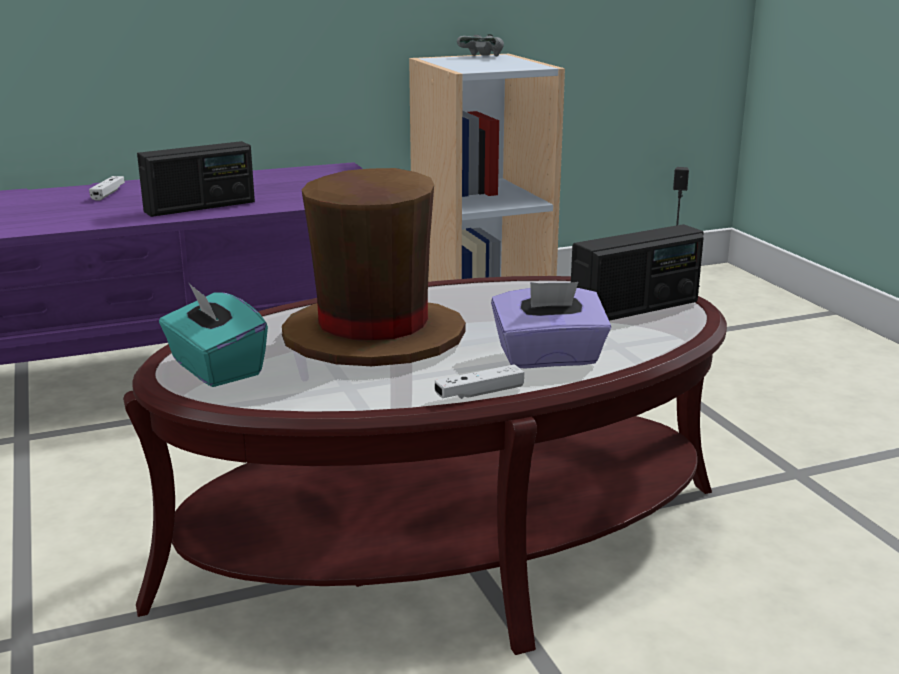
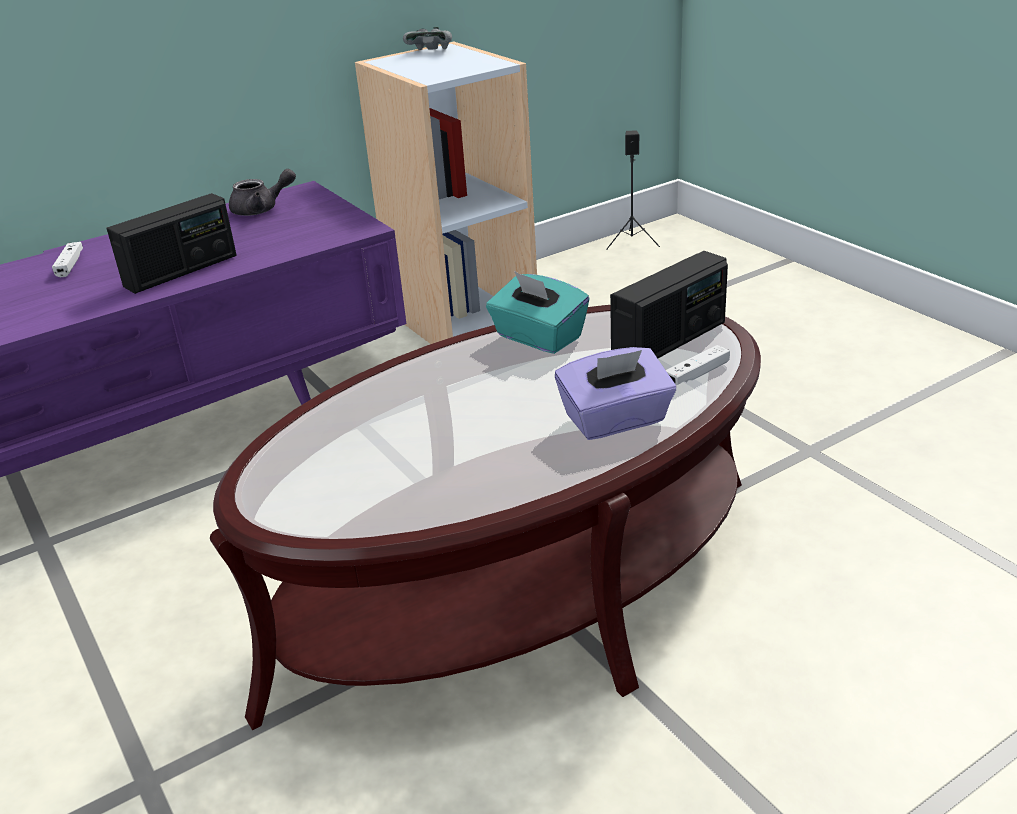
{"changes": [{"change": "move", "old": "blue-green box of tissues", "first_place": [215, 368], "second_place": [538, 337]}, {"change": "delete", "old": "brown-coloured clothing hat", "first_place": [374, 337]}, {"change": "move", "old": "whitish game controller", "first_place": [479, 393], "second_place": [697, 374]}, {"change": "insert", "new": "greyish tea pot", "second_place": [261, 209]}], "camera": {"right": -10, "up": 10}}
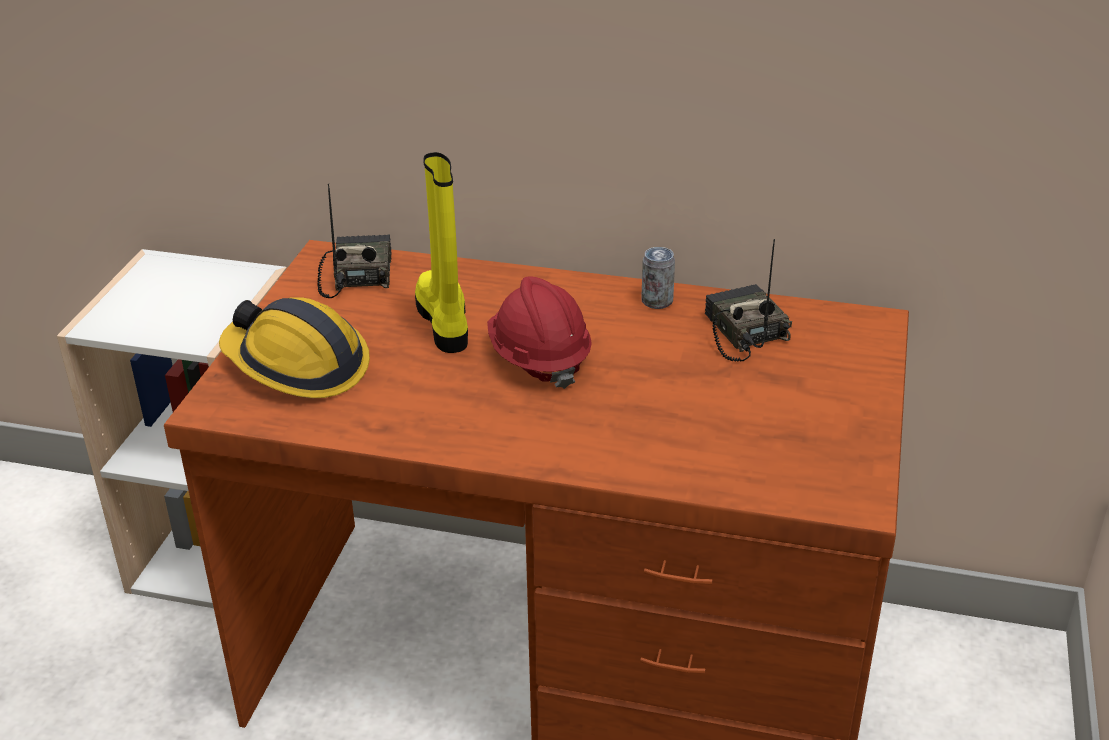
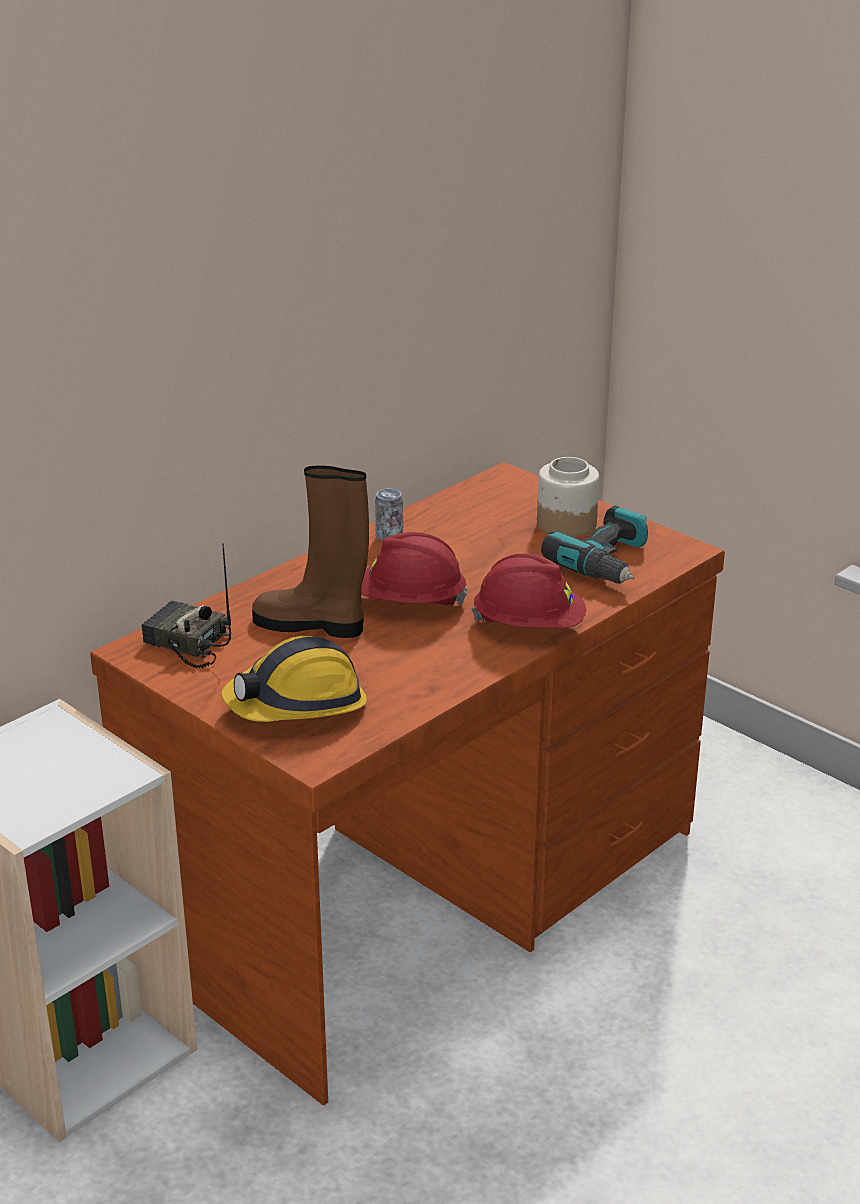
{"changes": [{"change": "recolor", "old": "yellow boot", "new": "brown-coloured boot", "first_place": [445, 322], "second_place": [312, 625]}, {"change": "delete", "old": "radio", "first_place": [742, 332]}, {"change": "insert", "new": "red safety helmet", "second_place": [529, 626]}, {"change": "insert", "new": "storage jar", "second_place": [566, 523]}, {"change": "insert", "new": "drill", "second_place": [607, 562]}], "camera": {"right": -60, "up": -5}}
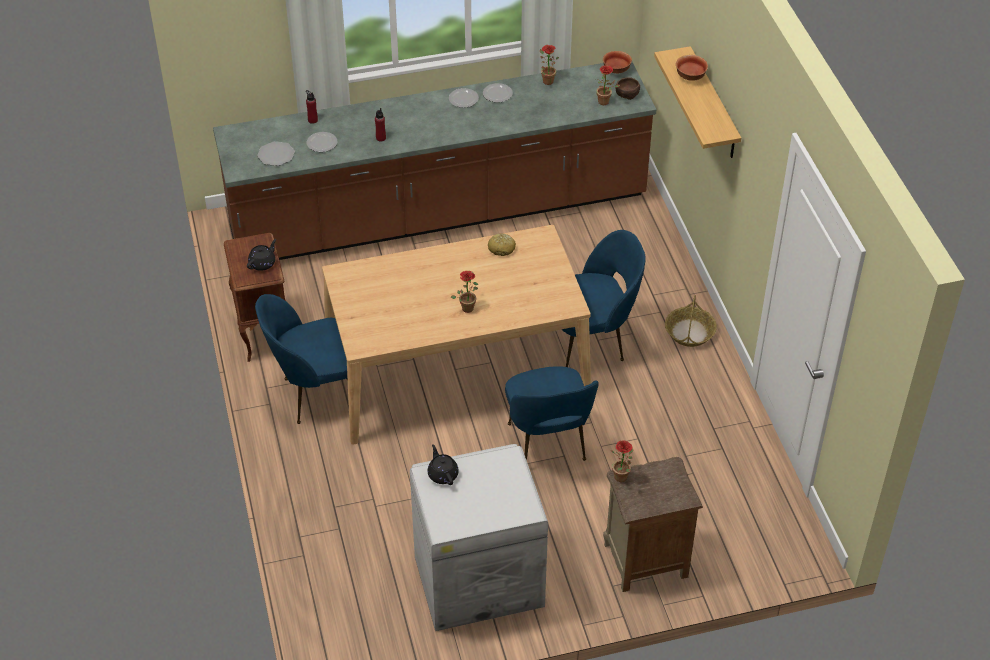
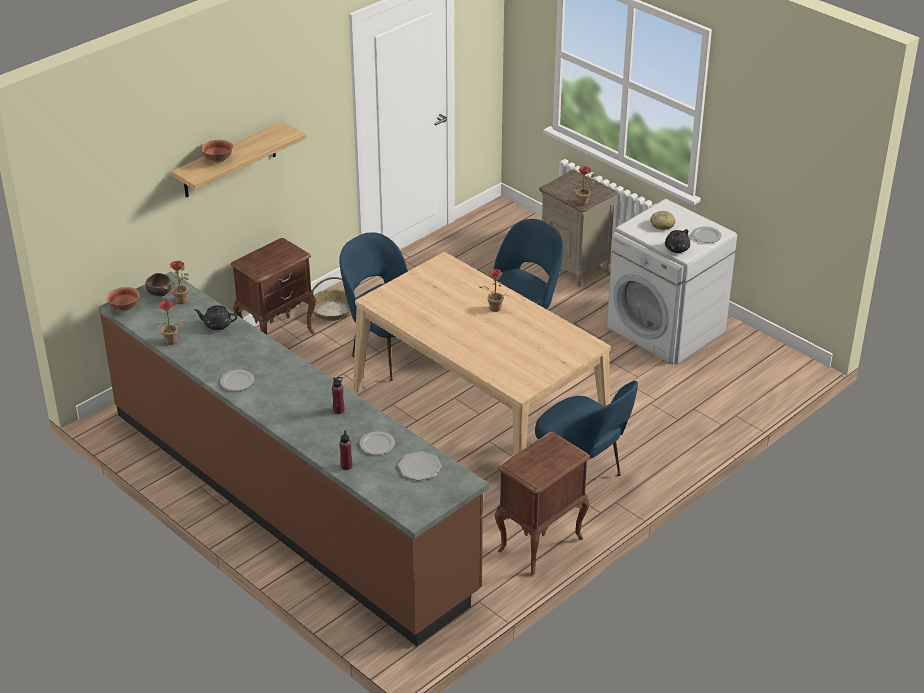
{"changes": [{"change": "move", "old": "black-coloured tea pot", "first_place": [263, 263], "second_place": [217, 324]}, {"change": "move", "old": "plate", "first_place": [498, 94], "second_place": [705, 236]}, {"change": "move", "old": "bakery bread", "first_place": [501, 248], "second_place": [662, 224]}, {"change": "insert", "new": "brown-coloured nightstand", "second_place": [277, 338]}], "camera": {"right": -120, "up": -10}}
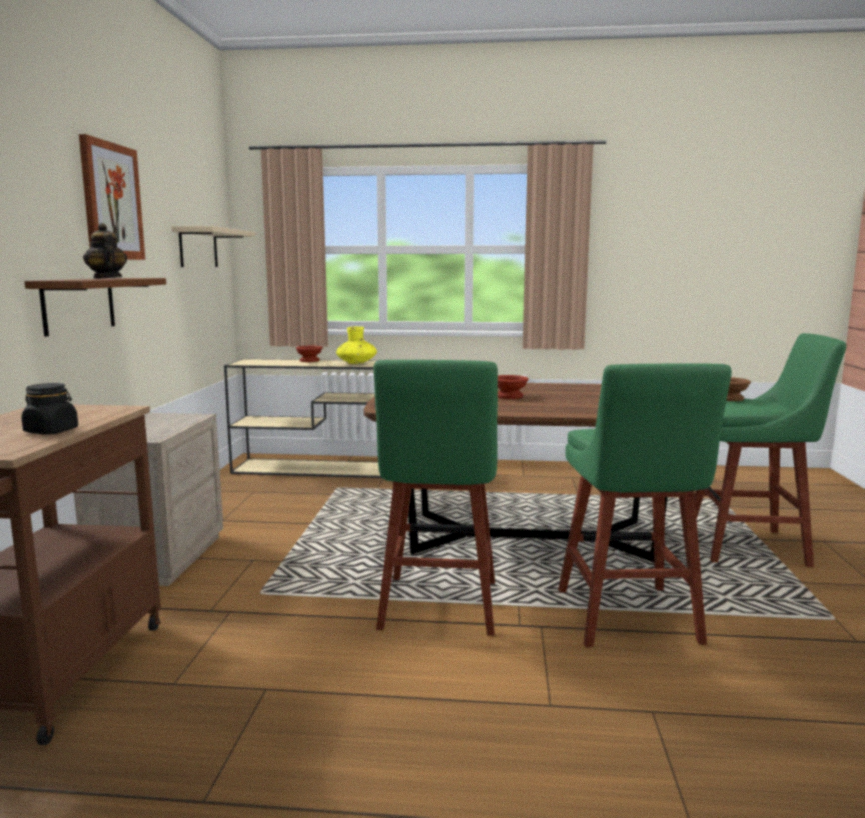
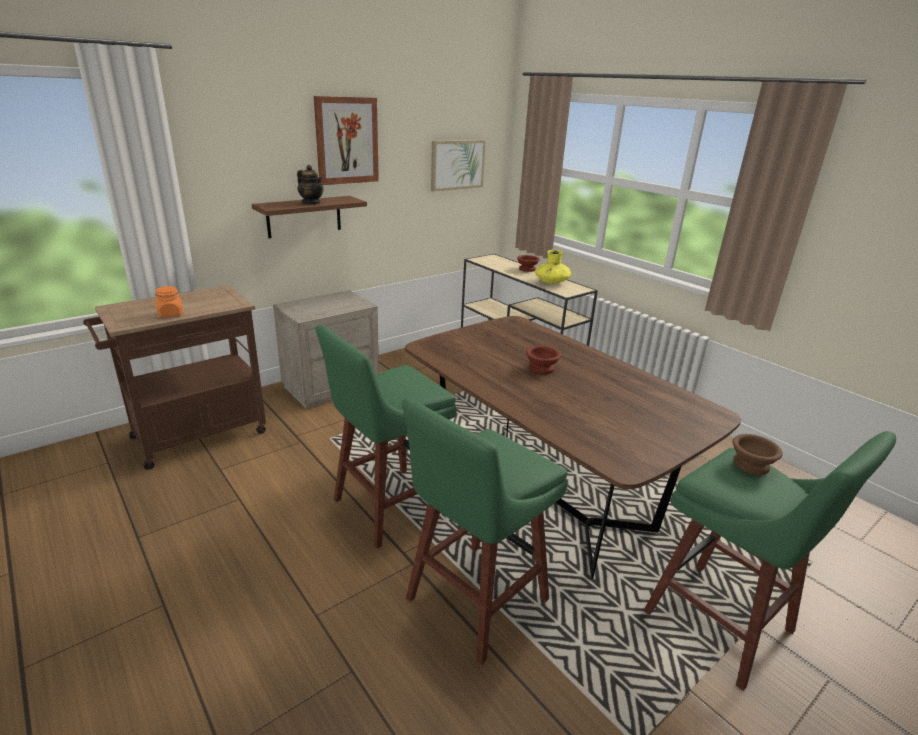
{"changes": [{"change": "recolor", "old": "black-coloured storage jar", "new": "orange storage jar", "first_place": [51, 431], "second_place": [171, 314]}, {"change": "rotate", "old": "tea pot", "first_place": [107, 278], "second_place": [311, 203], "degrees": 120}, {"change": "replace", "old": "sand-coloured bracket shelf", "new": "picture", "first_place": [198, 248], "second_place": [457, 164]}], "camera": {"right": 45, "up": 15}}
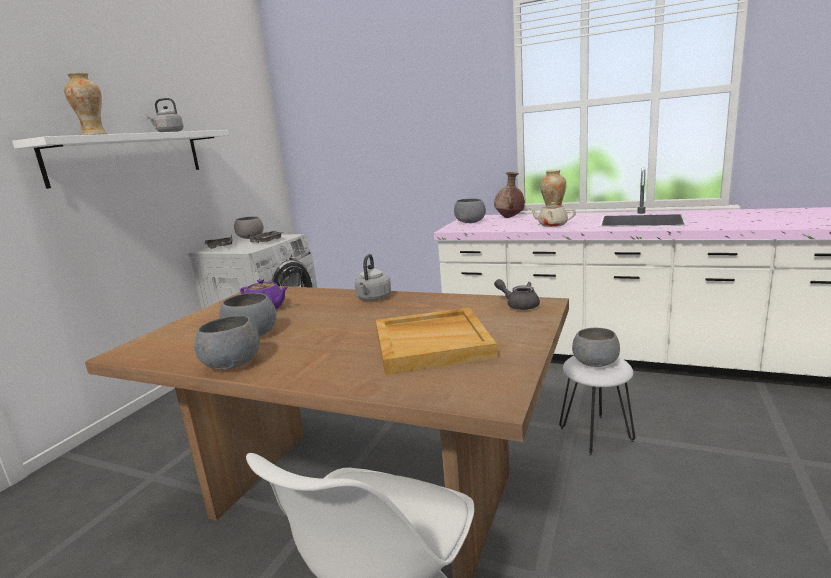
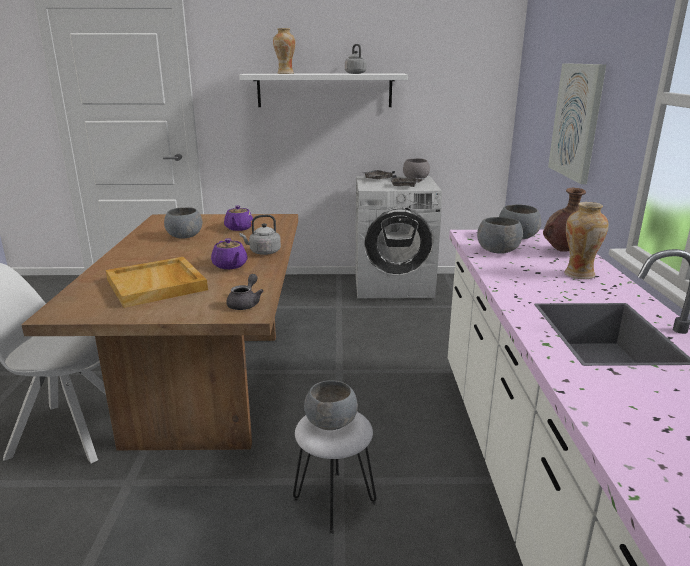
{"changes": [{"change": "move", "old": "greyish bowl", "first_place": [232, 364], "second_place": [498, 251]}, {"change": "delete", "old": "sand-coloured tea pot", "first_place": [552, 225]}, {"change": "insert", "new": "purple-coloured tea pot", "second_place": [230, 266]}, {"change": "insert", "new": "picture", "second_place": [577, 121]}], "camera": {"right": 65, "up": 5}}
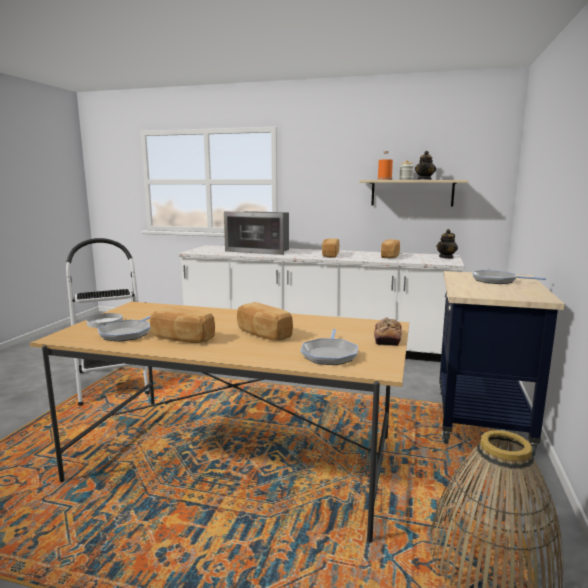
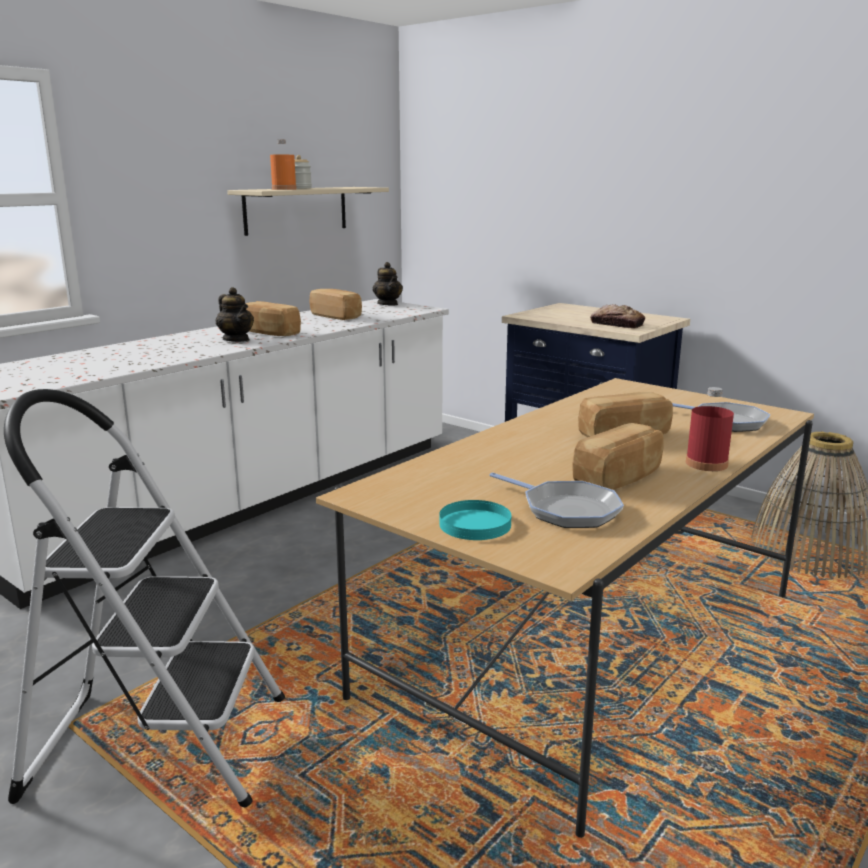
{"changes": [{"change": "recolor", "old": "whitish plate", "new": "blue-green plate", "first_place": [105, 322], "second_place": [474, 524]}, {"change": "delete", "old": "kitchen microwave", "first_place": [260, 250]}, {"change": "move", "old": "bakery bread", "first_place": [387, 338], "second_place": [616, 324]}, {"change": "move", "old": "tea pot", "first_place": [425, 179], "second_place": [236, 340]}, {"change": "delete", "old": "frying pan", "first_place": [497, 280]}, {"change": "insert", "new": "red bottle", "second_place": [706, 464]}], "camera": {"right": -65, "up": 5}}
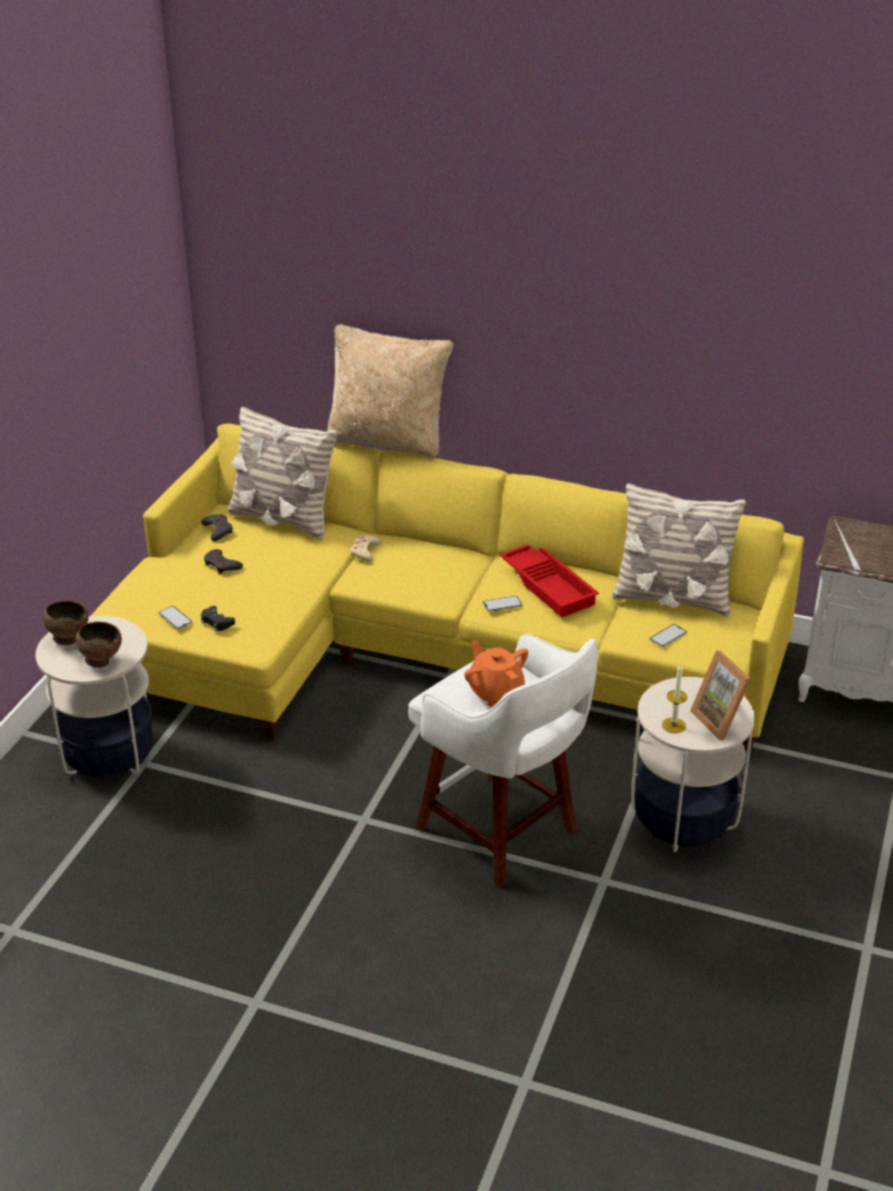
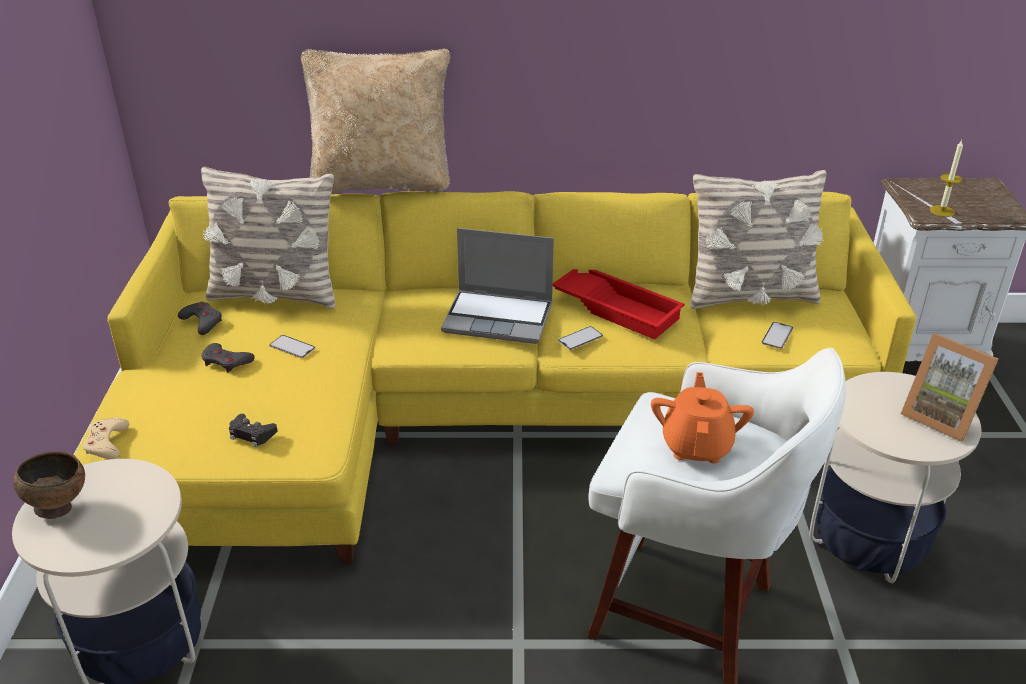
{"changes": [{"change": "delete", "old": "brown-coloured bowl", "first_place": [101, 661]}, {"change": "move", "old": "handset", "first_place": [175, 618], "second_place": [292, 347]}, {"change": "move", "old": "sand-coloured game controller", "first_place": [365, 551], "second_place": [107, 443]}, {"change": "rotate", "old": "orange tea pot", "first_place": [496, 692], "second_place": [697, 446], "degrees": 60}, {"change": "move", "old": "wax light", "first_place": [673, 725], "second_place": [942, 211]}, {"change": "insert", "new": "notebook computer", "second_place": [500, 318]}], "camera": {"right": -20, "up": 0}}
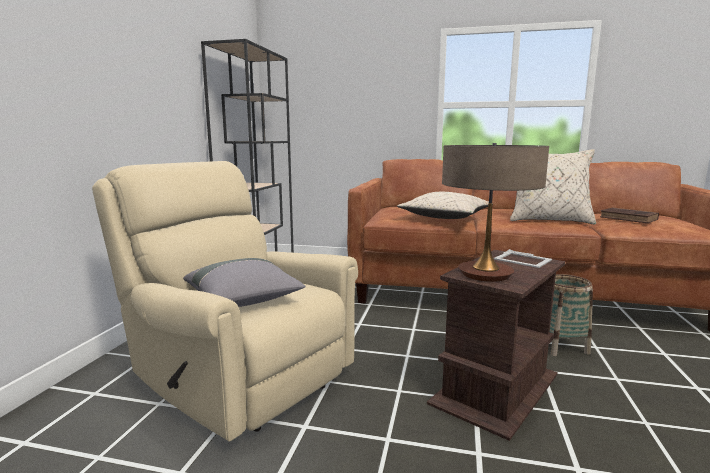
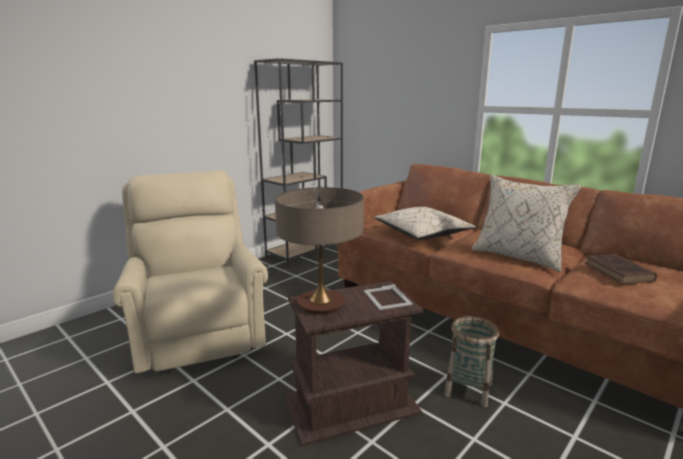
{"changes": [{"change": "delete", "old": "greyish pillow", "first_place": [244, 301]}], "camera": {"right": 30, "up": 5}}
